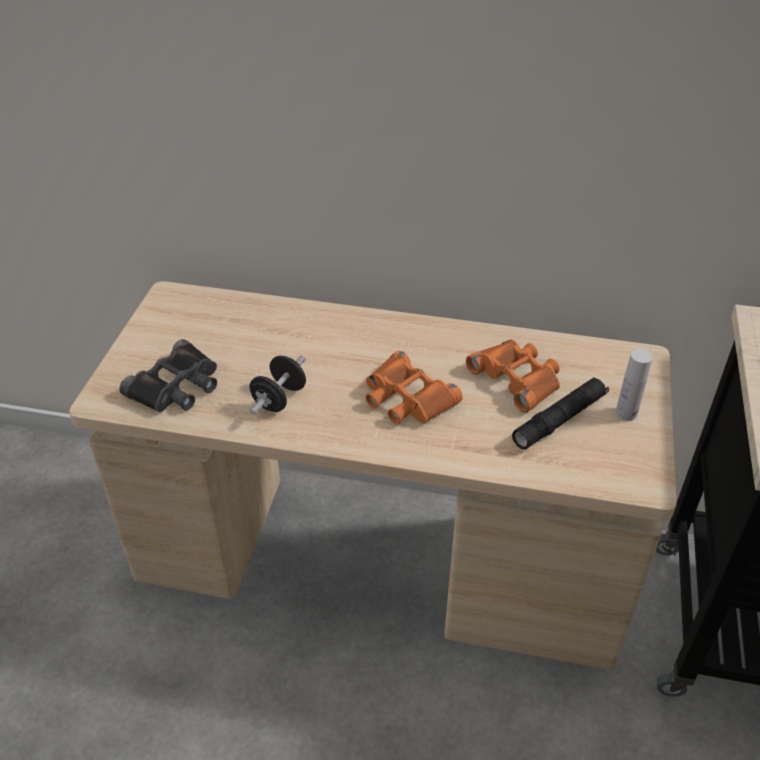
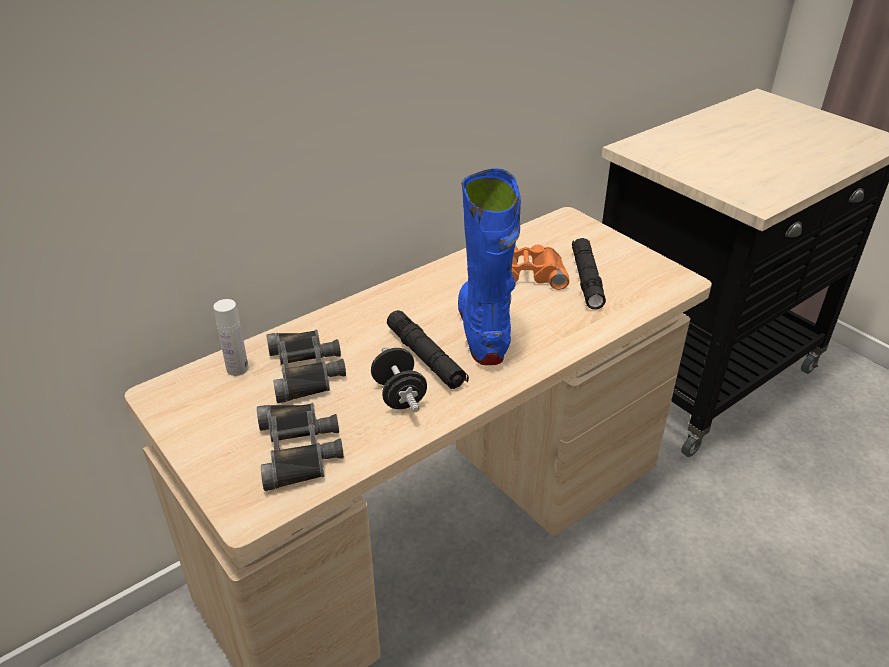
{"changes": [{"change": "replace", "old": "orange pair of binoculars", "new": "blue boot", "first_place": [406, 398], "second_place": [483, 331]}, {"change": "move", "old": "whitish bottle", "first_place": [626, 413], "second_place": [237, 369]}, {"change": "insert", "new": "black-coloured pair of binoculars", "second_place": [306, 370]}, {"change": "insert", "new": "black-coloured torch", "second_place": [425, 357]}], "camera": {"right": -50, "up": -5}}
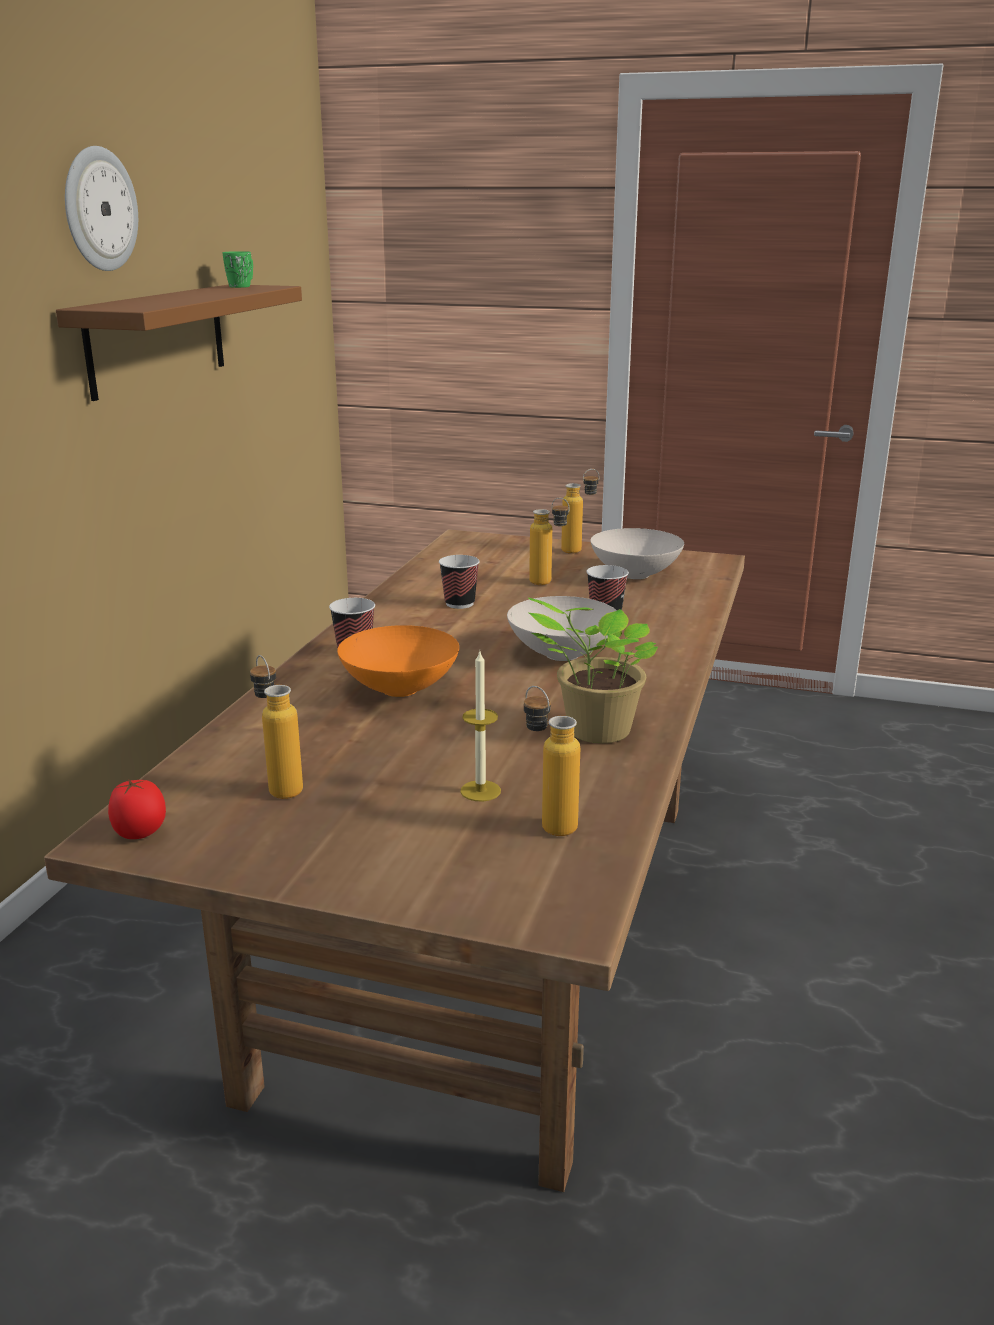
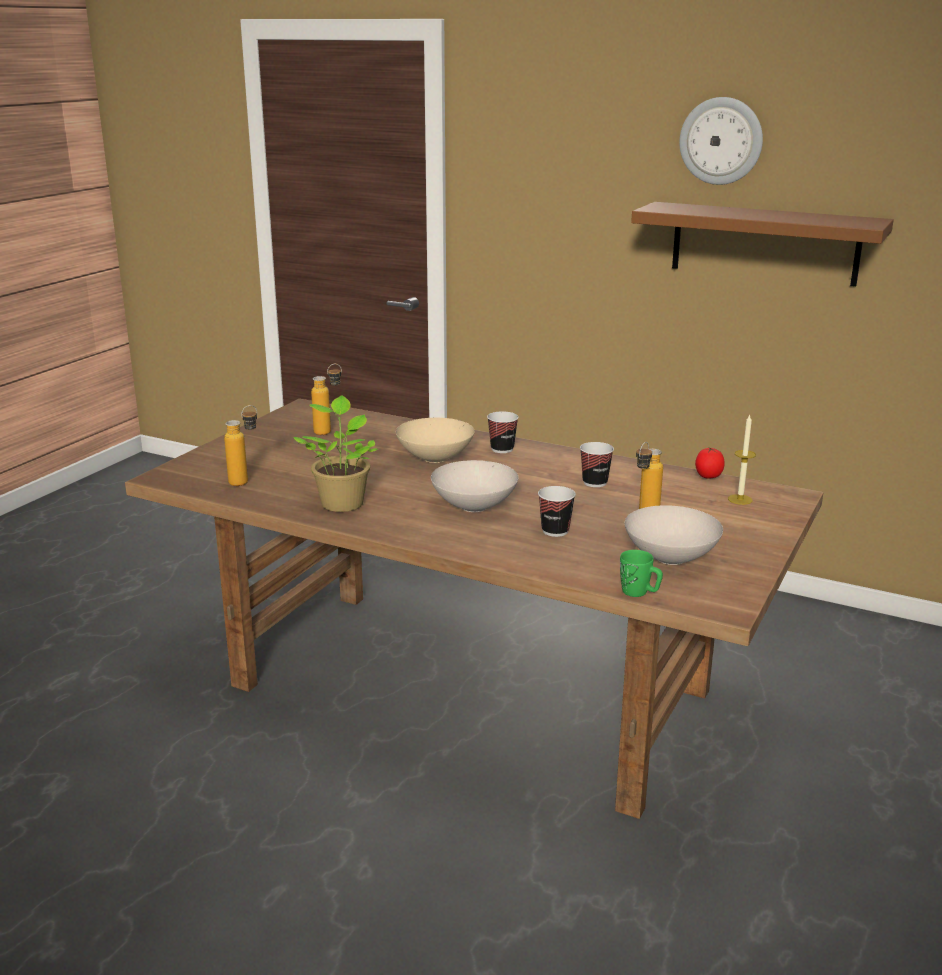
{"changes": [{"change": "move", "old": "whole tomato", "first_place": [141, 833], "second_place": [708, 477]}, {"change": "move", "old": "green mug", "first_place": [242, 286], "second_place": [639, 593]}, {"change": "recolor", "old": "orange bowl", "new": "sand-coloured bowl", "first_place": [400, 688], "second_place": [436, 458]}, {"change": "move", "old": "wax light", "first_place": [480, 791], "second_place": [740, 499]}, {"change": "delete", "old": "bottle", "first_place": [579, 550]}], "camera": {"right": 100, "up": 0}}
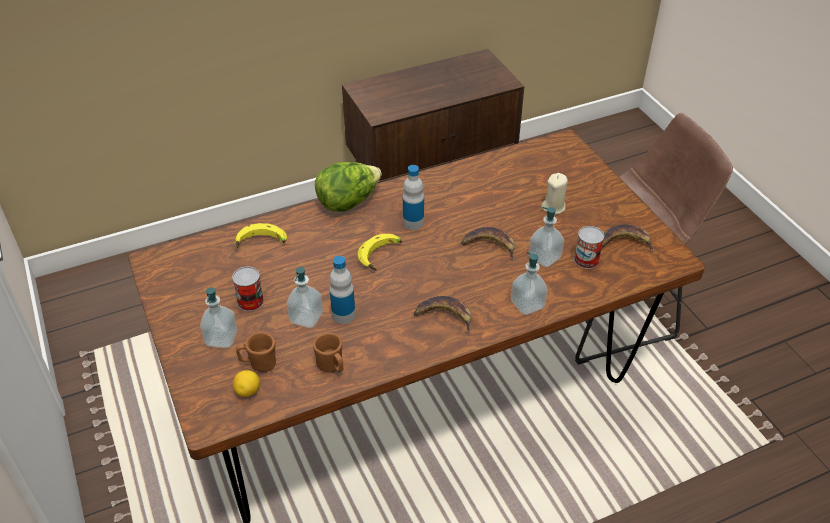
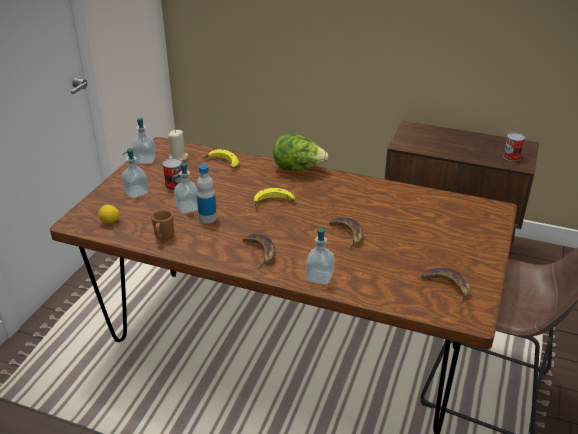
{"changes": [{"change": "delete", "old": "brown-coloured mug", "first_place": [259, 363]}, {"change": "delete", "old": "bottle", "first_place": [413, 223]}, {"change": "move", "old": "soap bottle", "first_place": [544, 257], "second_place": [145, 160]}, {"change": "move", "old": "sand-coloured wax light", "first_place": [553, 207], "second_place": [178, 157]}, {"change": "move", "old": "can", "first_place": [586, 260], "second_place": [511, 157]}], "camera": {"right": 45, "up": -10}}
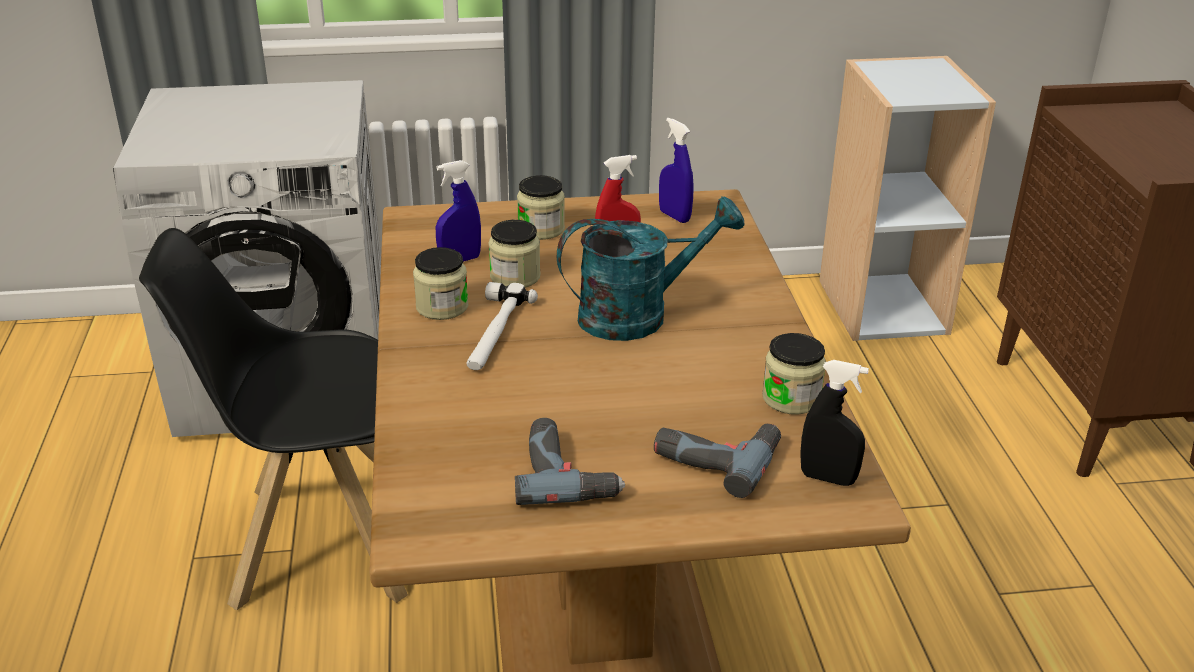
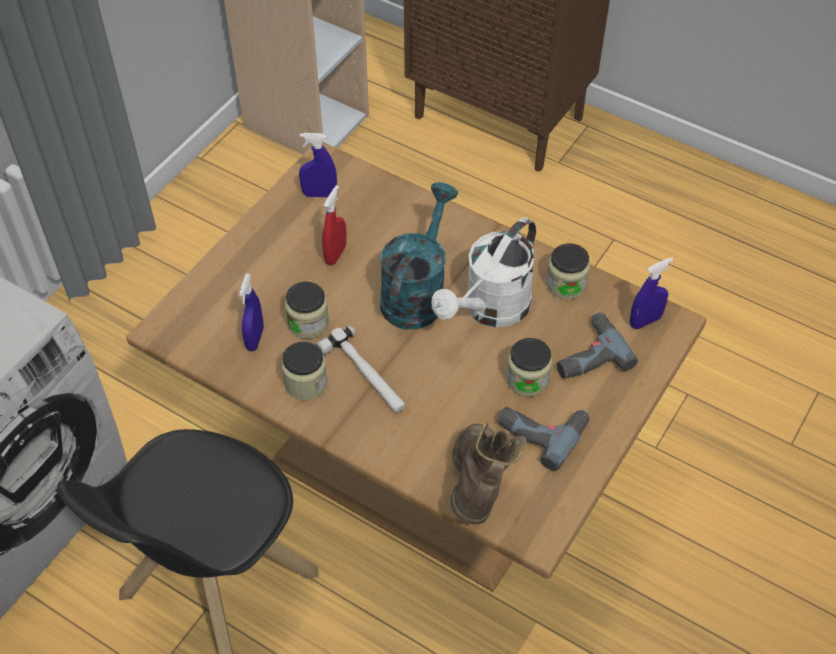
{"changes": [{"change": "move", "old": "storage jar", "first_place": [541, 229], "second_place": [527, 379]}, {"change": "recolor", "old": "black-coloured spray bottle", "new": "blue spray bottle", "first_place": [828, 478], "second_place": [645, 321]}, {"change": "insert", "new": "whitish watering pot", "second_place": [490, 310]}, {"change": "insert", "new": "brown-coloured boot", "second_place": [478, 488]}], "camera": {"right": -50, "up": 20}}
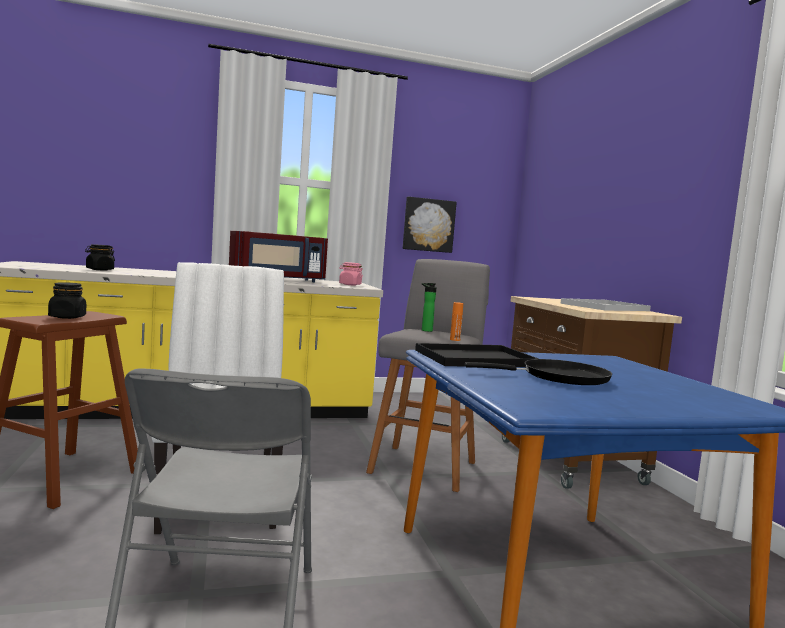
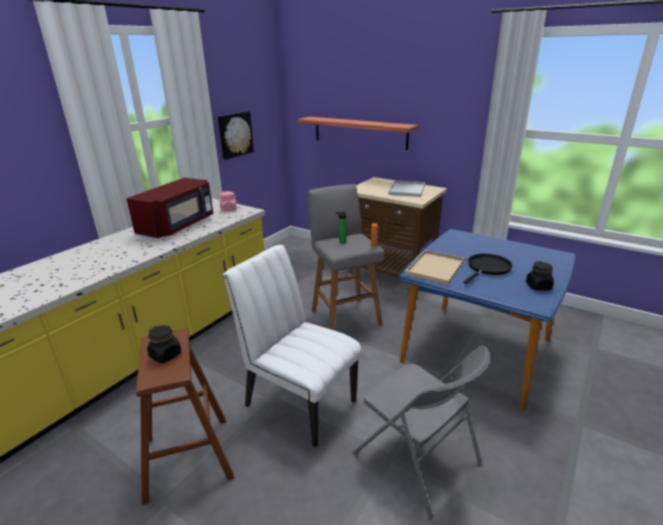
{"changes": [{"change": "move", "old": "black-coloured storage jar", "first_place": [99, 269], "second_place": [538, 286]}, {"change": "recolor", "old": "black-coloured tray", "new": "sand-coloured tray", "first_place": [473, 358], "second_place": [435, 268]}, {"change": "insert", "new": "bracket shelf", "second_place": [359, 132]}], "camera": {"right": -40, "up": 20}}
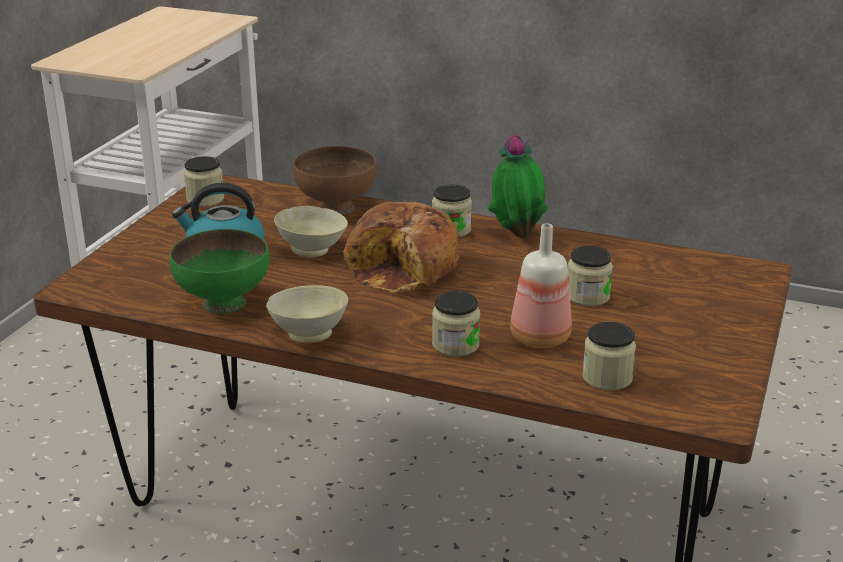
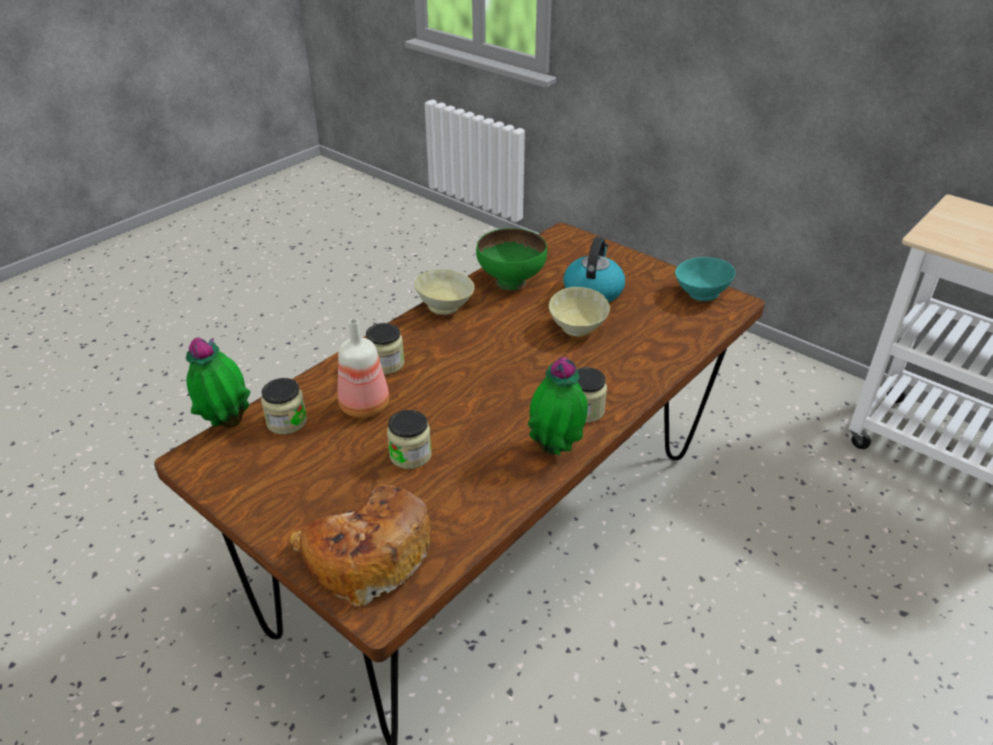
{"changes": [{"change": "replace", "old": "storage jar", "new": "blue-green bowl", "first_place": [205, 199], "second_place": [700, 294]}, {"change": "delete", "old": "brown-coloured bowl", "first_place": [336, 207]}, {"change": "move", "old": "bakery bread", "first_place": [404, 268], "second_place": [365, 553]}, {"change": "insert", "new": "houseplant", "second_place": [227, 423]}], "camera": {"right": 110, "up": 10}}
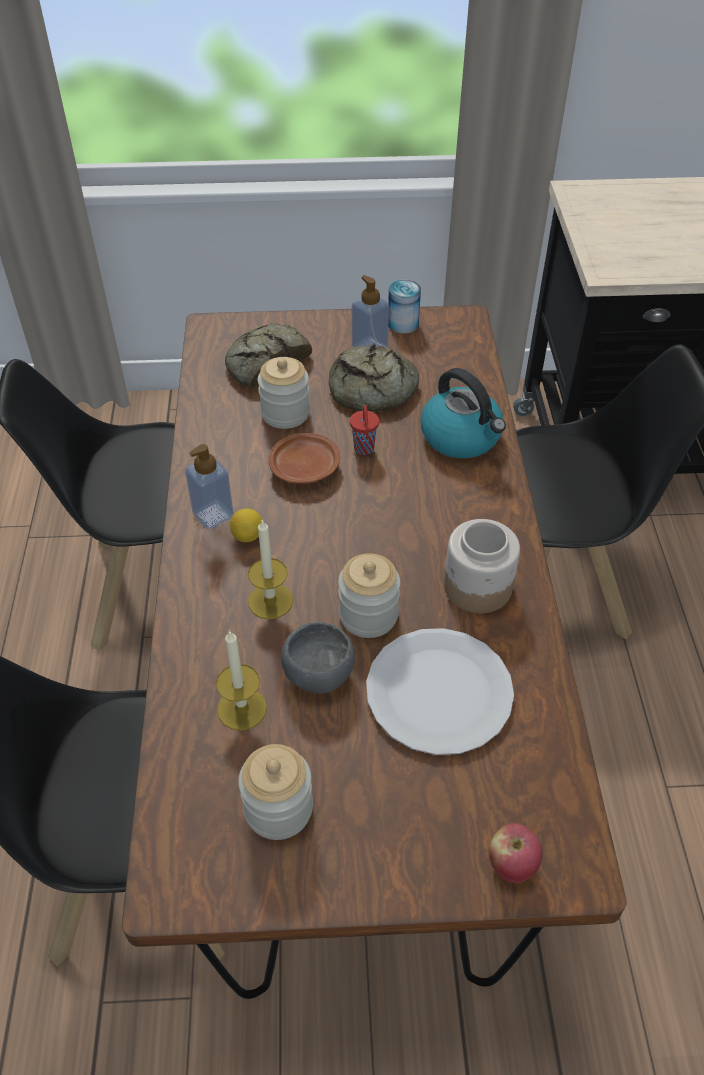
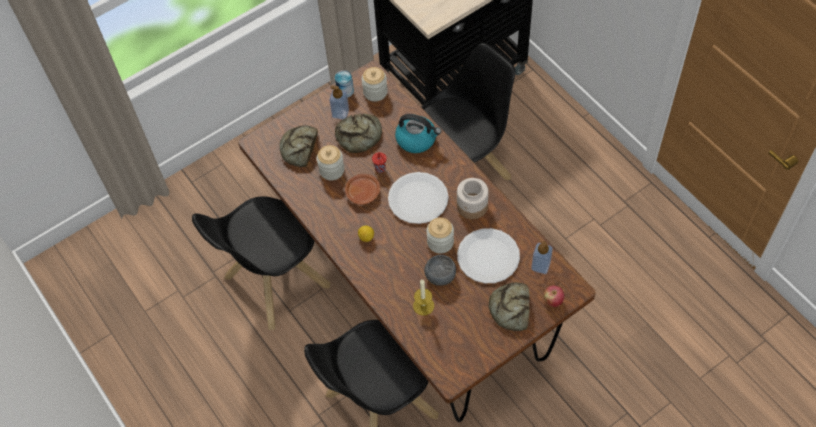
{"changes": [{"change": "move", "old": "soap bottle", "first_place": [213, 515], "second_place": [540, 266]}, {"change": "move", "old": "storage jar", "first_place": [278, 808], "second_place": [375, 92]}, {"change": "delete", "old": "wax light", "first_place": [270, 601]}, {"change": "insert", "new": "whitish plate", "second_place": [418, 199]}, {"change": "insert", "new": "bakery bread", "second_place": [511, 309]}], "camera": {"right": -30, "up": 10}}
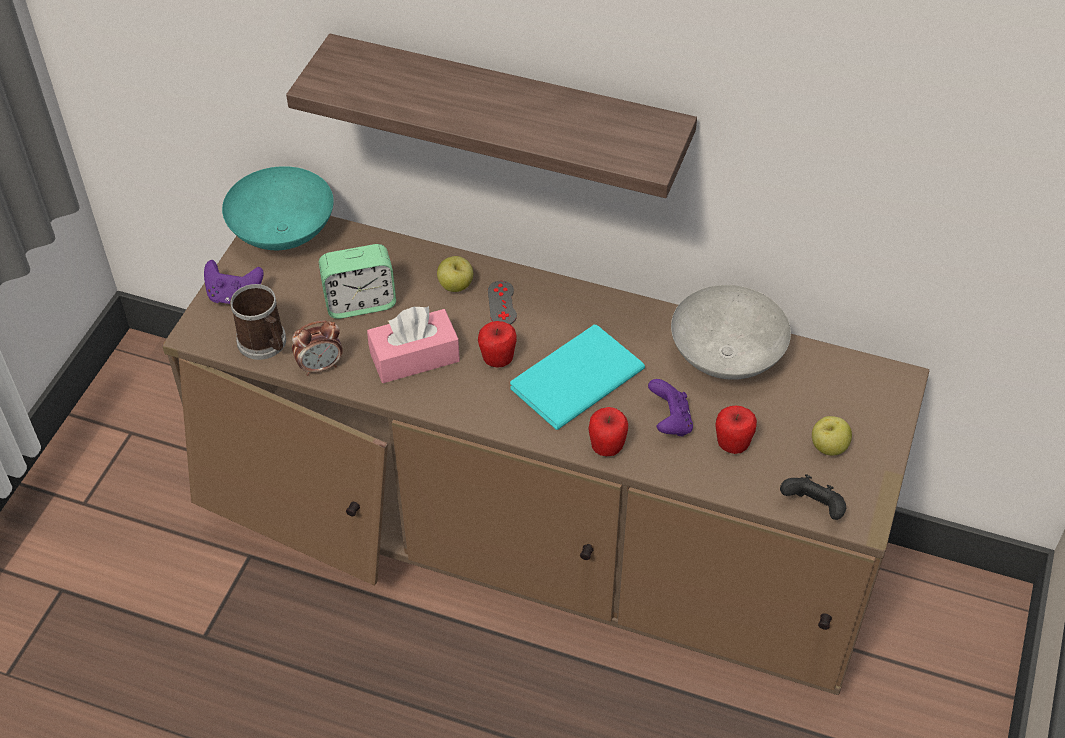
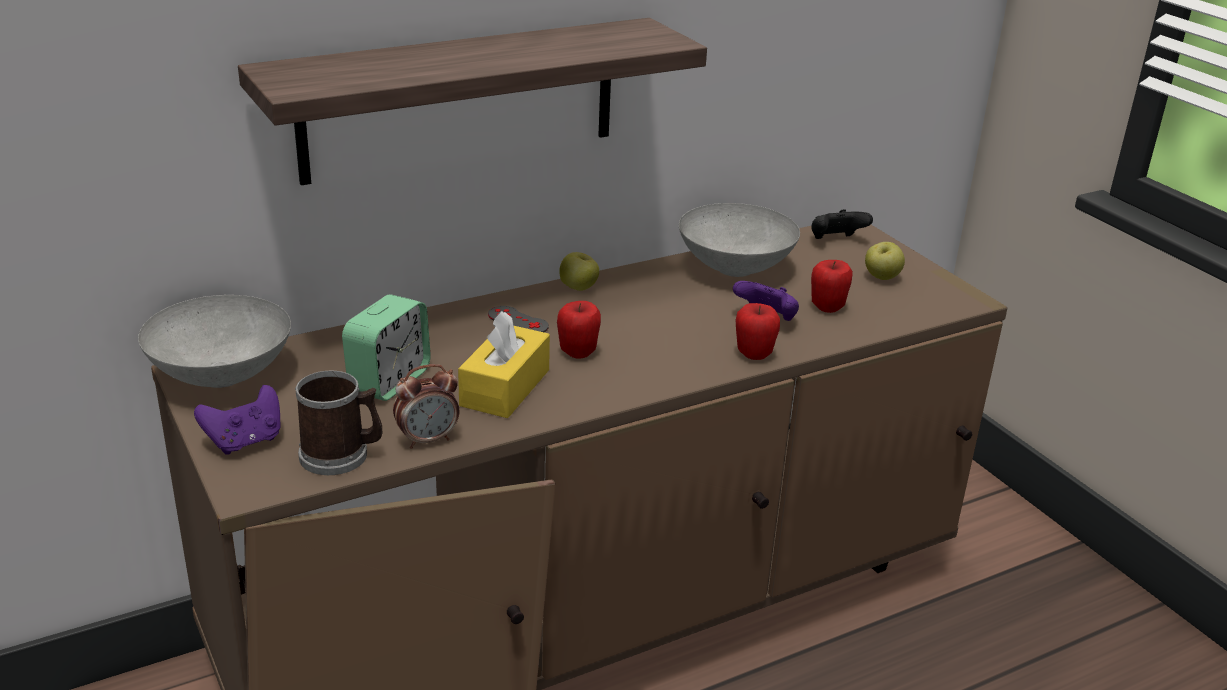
{"changes": [{"change": "recolor", "old": "blue-green bowl", "new": "greyish bowl", "first_place": [284, 234], "second_place": [224, 376]}, {"change": "rotate", "old": "bedside clock", "first_place": [320, 366], "second_place": [428, 439], "degrees": 45}, {"change": "recolor", "old": "pink-coloured box of tissues", "new": "yellow box of tissues", "first_place": [414, 357], "second_place": [505, 388]}, {"change": "move", "old": "whole apple", "first_place": [456, 286], "second_place": [578, 288]}, {"change": "delete", "old": "blue-green book", "first_place": [572, 378]}, {"change": "move", "old": "black-coloured game controller", "first_place": [813, 508], "second_place": [836, 241]}], "camera": {"right": -50, "up": -20}}
